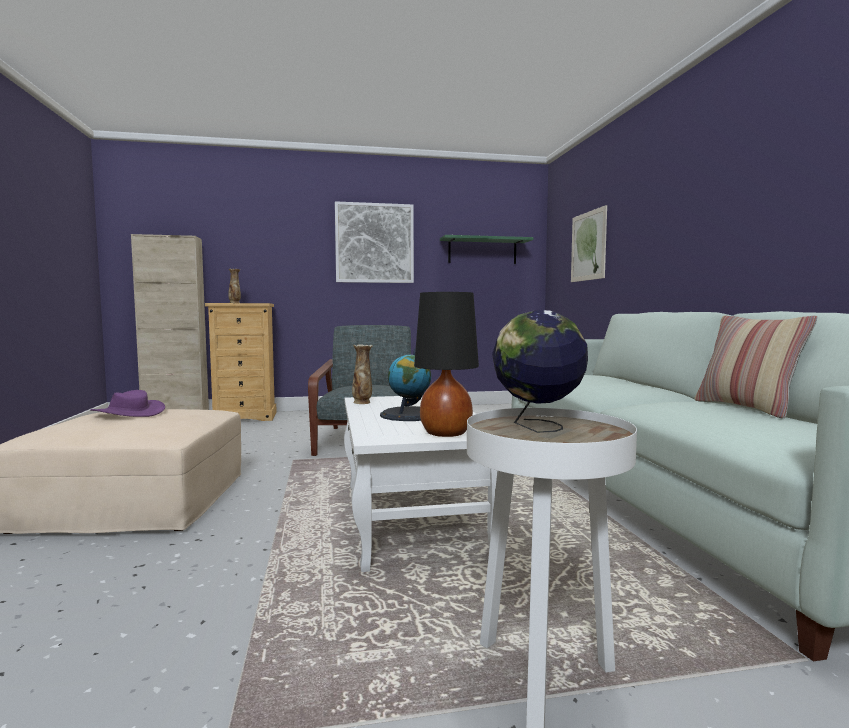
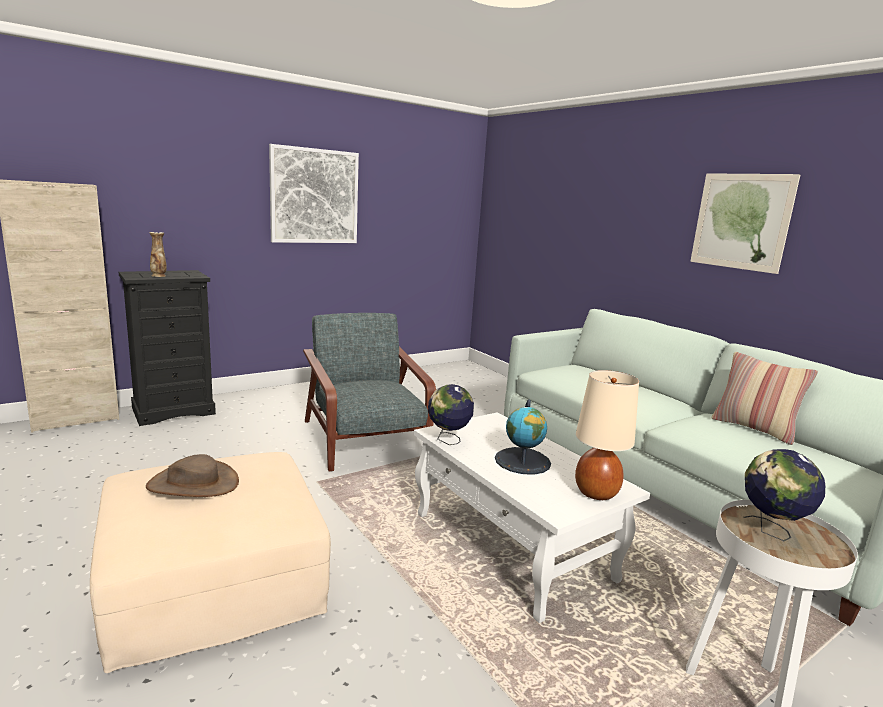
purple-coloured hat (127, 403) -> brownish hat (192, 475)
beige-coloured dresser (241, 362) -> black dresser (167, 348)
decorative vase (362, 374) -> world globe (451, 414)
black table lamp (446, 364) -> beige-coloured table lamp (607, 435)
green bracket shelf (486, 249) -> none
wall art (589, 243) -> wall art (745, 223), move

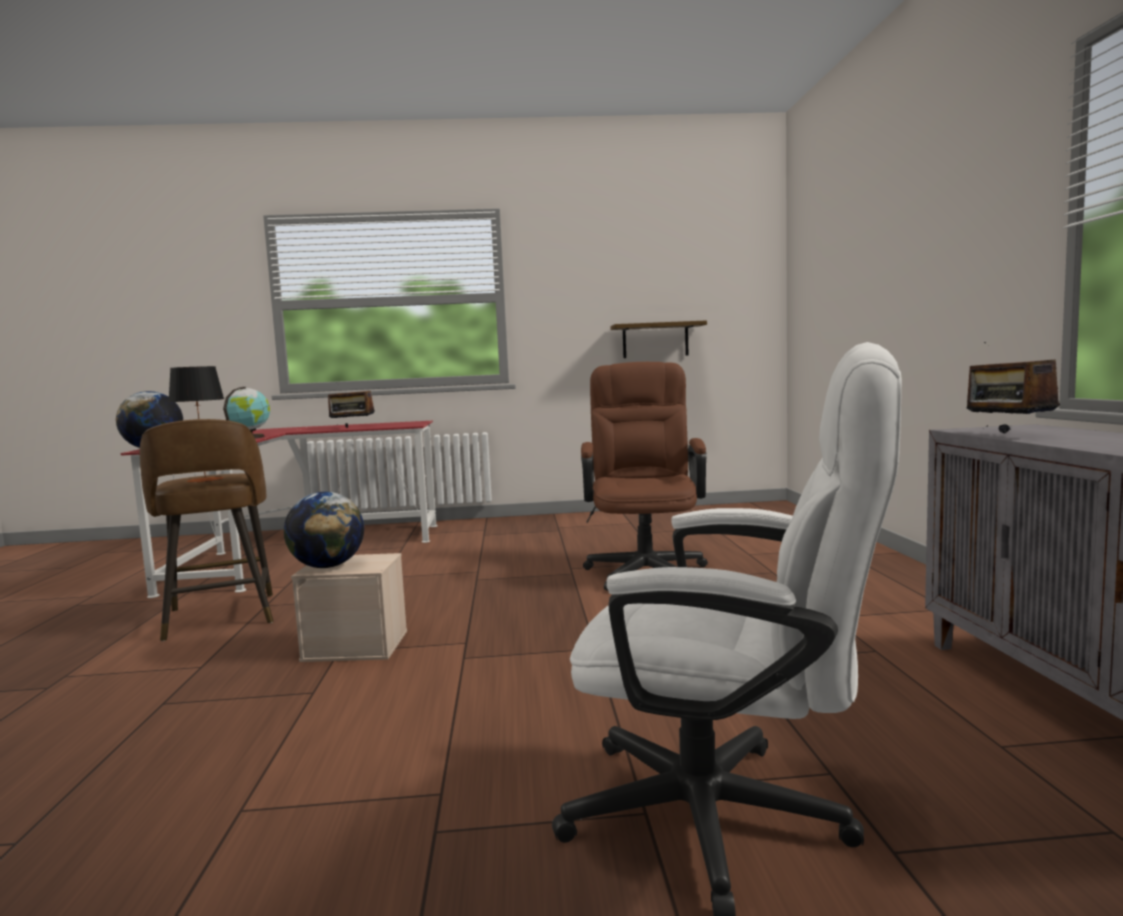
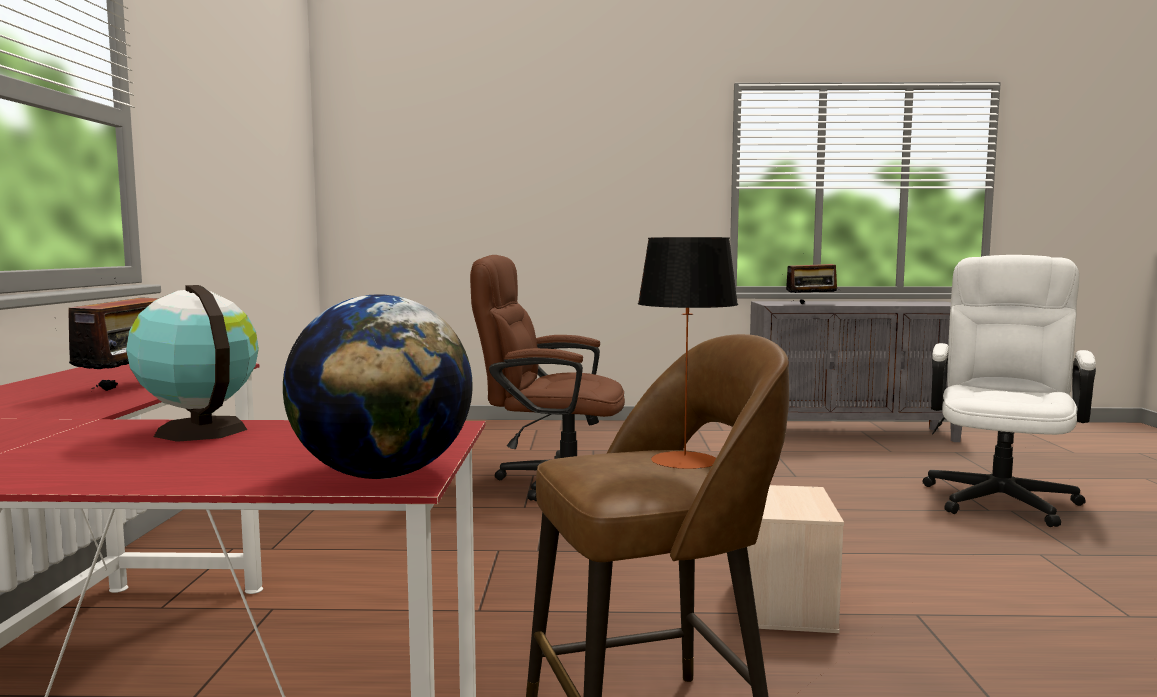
world globe (324, 530) -> none
bracket shelf (658, 339) -> none

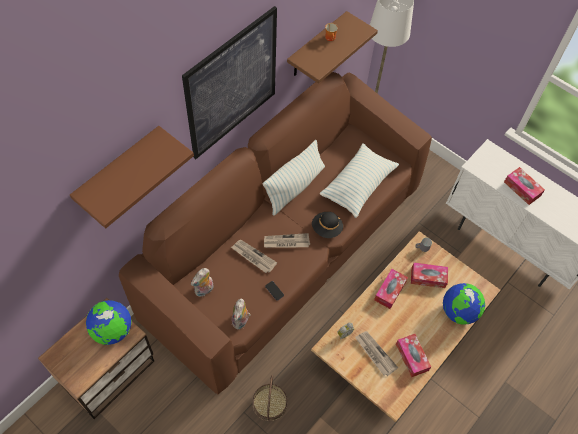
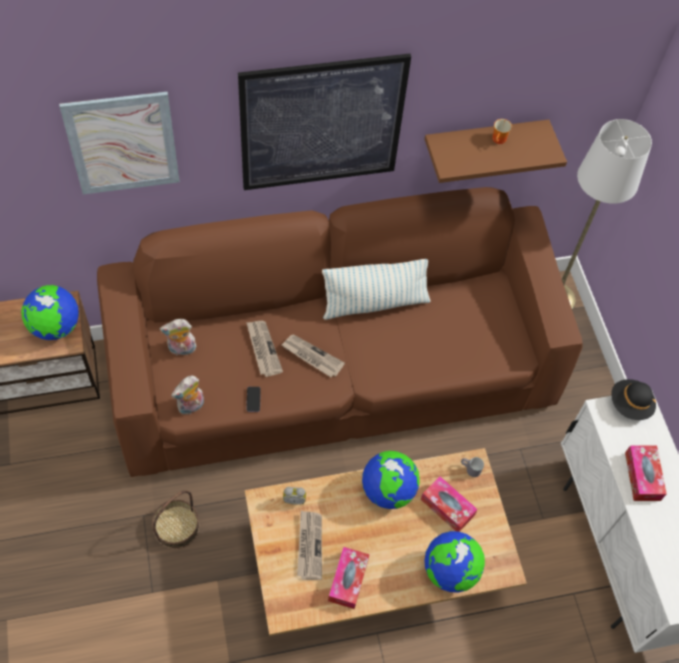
brownish bracket shelf (132, 177) -> wall art (119, 143)
black hat (327, 225) -> black hat (633, 399), move
throw pillow (359, 180) -> none
box of tissues (391, 289) -> world globe (391, 480)

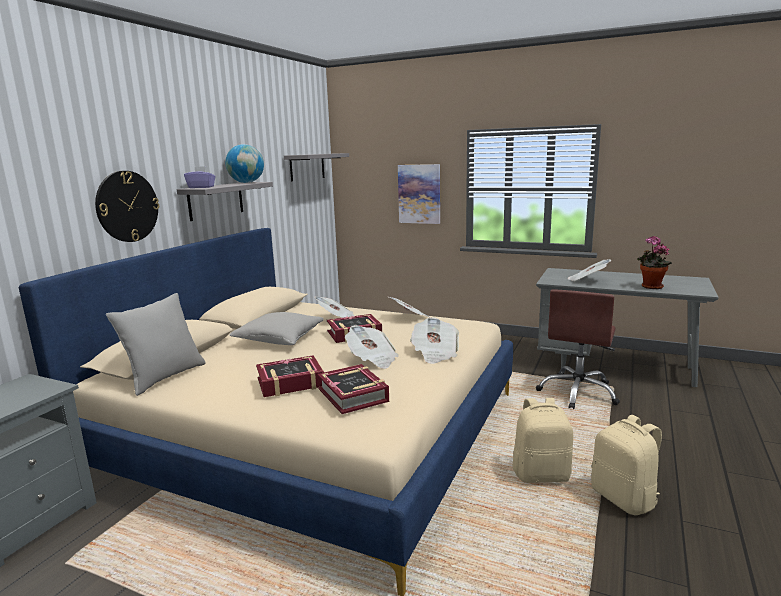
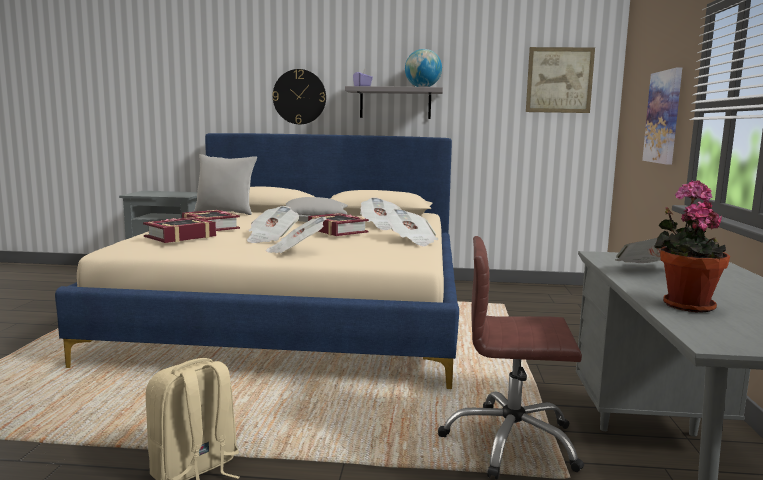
greyish bracket shelf (316, 167) -> wall art (560, 80)
beige-coloured backpack (543, 440) -> none

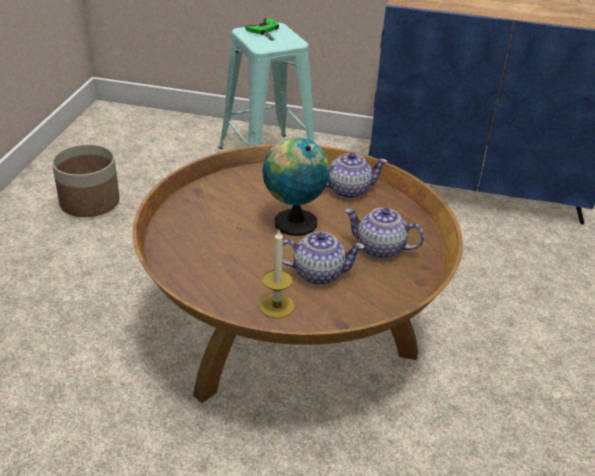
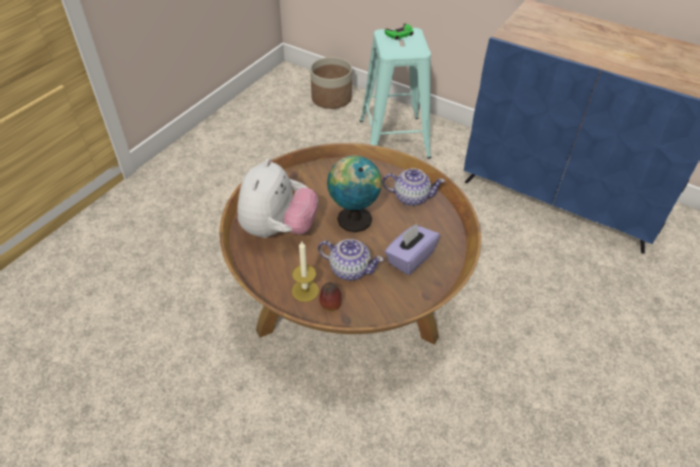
planter (86, 180) -> planter (331, 83), move
pot for tea (384, 233) -> purple-coloured box of tissues (412, 249)
none -> plush toy (277, 198)
none -> apple (330, 296)

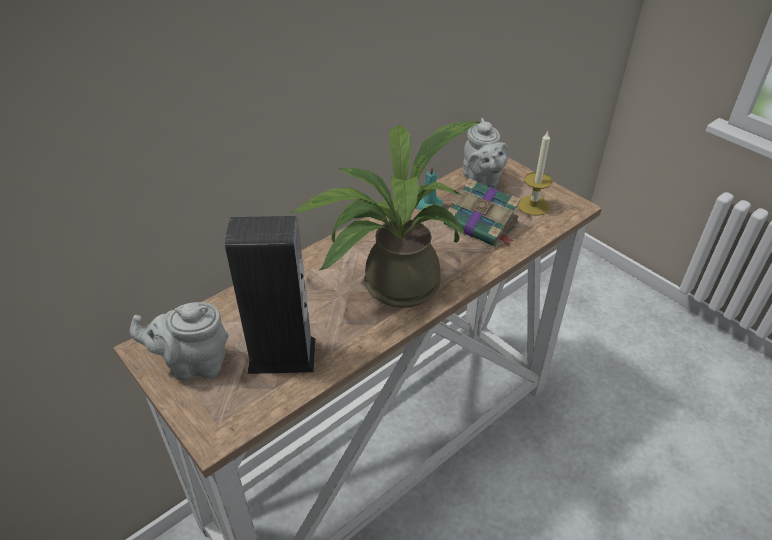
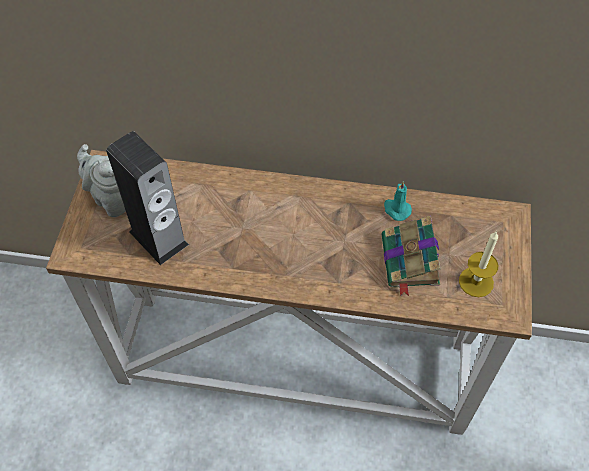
plant in a pot (386, 214) -> none
greyish pot for tea (486, 153) -> none

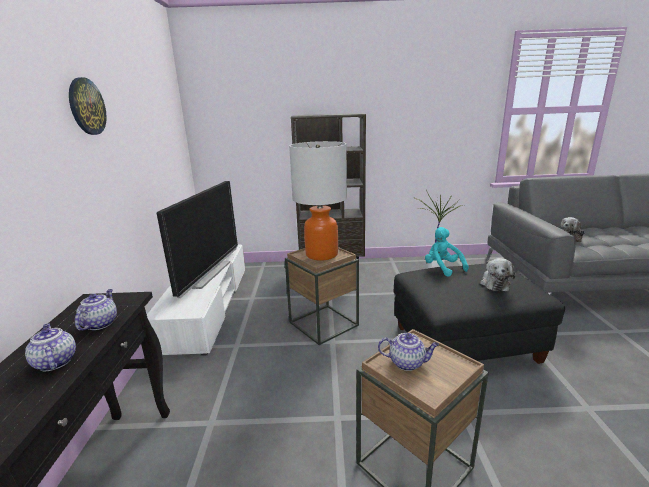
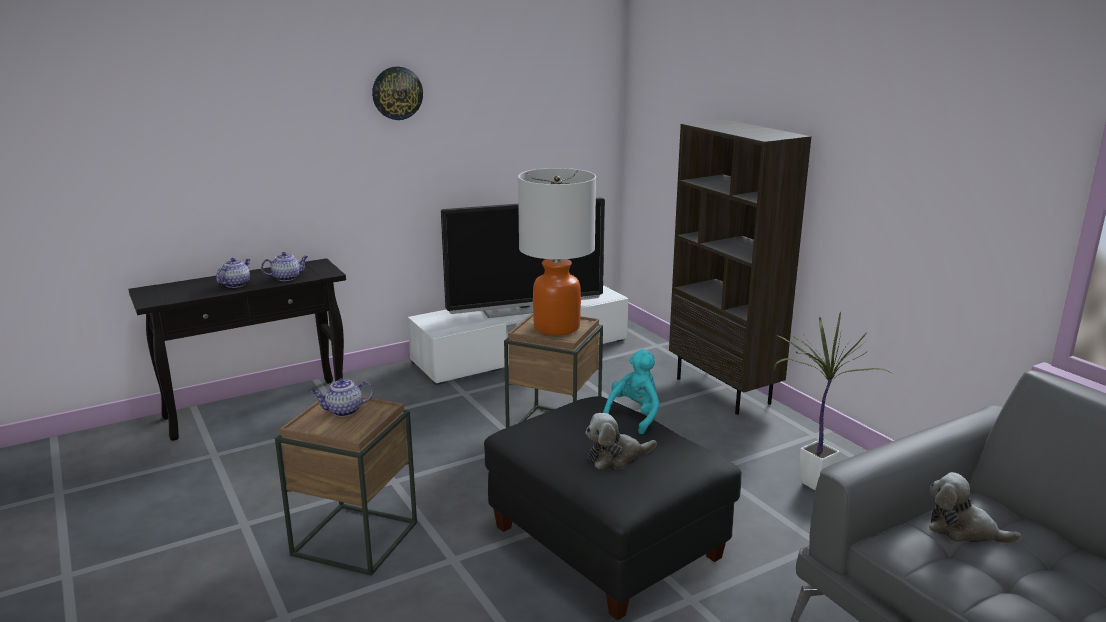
pot for tea (408, 352) -> pot for tea (343, 397), 90 degrees clockwise

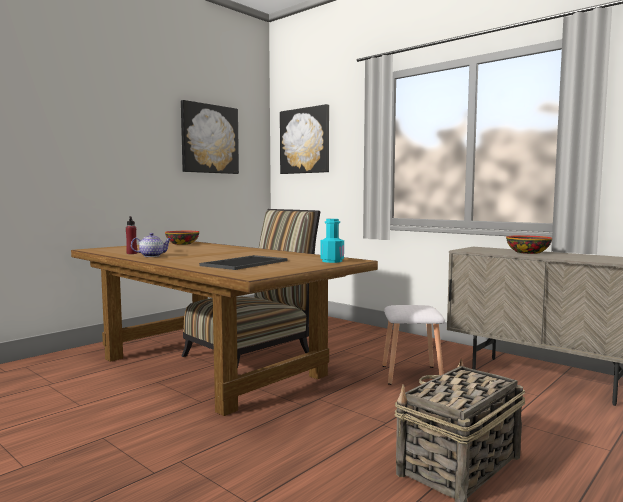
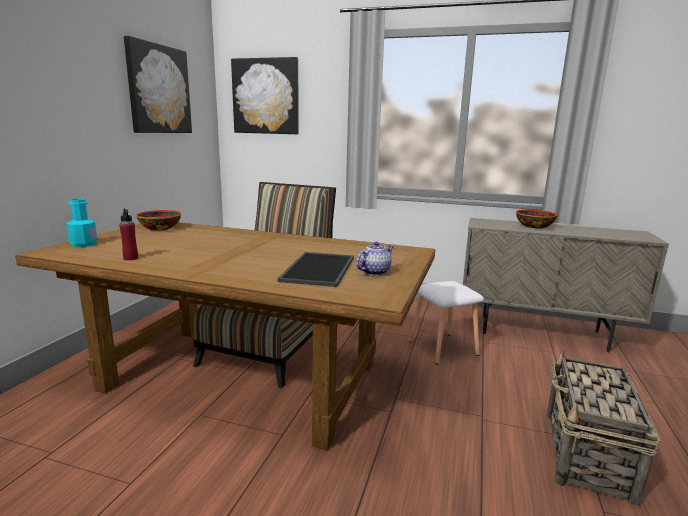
pot for tea (151, 245) -> pot for tea (375, 259), move
turquoise drink bottle (332, 241) -> turquoise drink bottle (82, 223), move

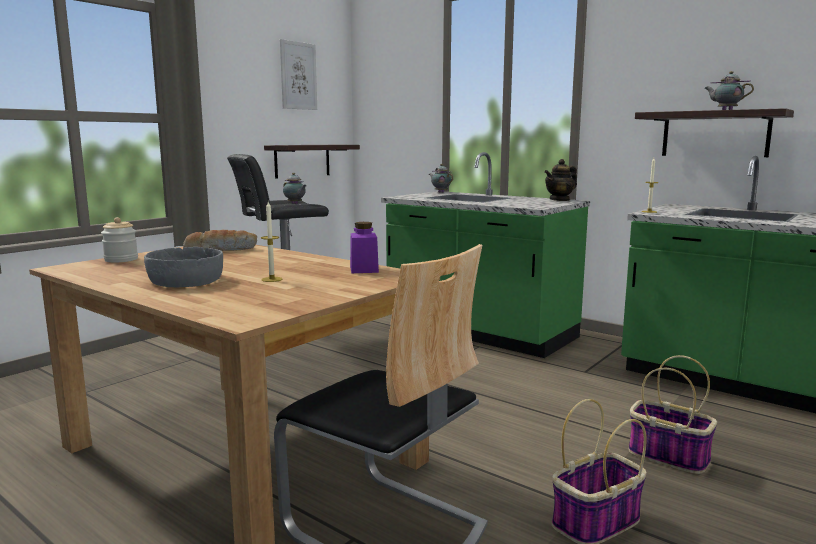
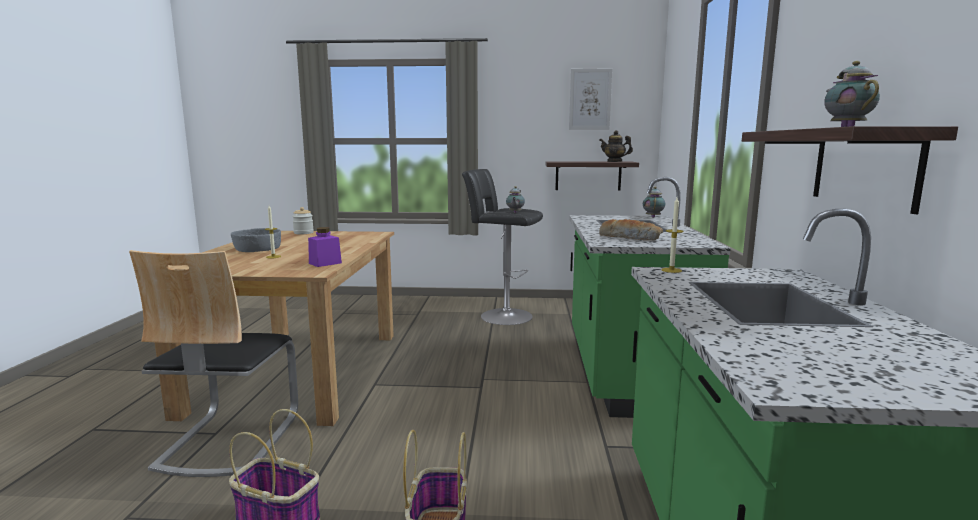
bakery bread (220, 240) -> bakery bread (631, 229), move
pot for tea (560, 180) -> pot for tea (616, 146), move

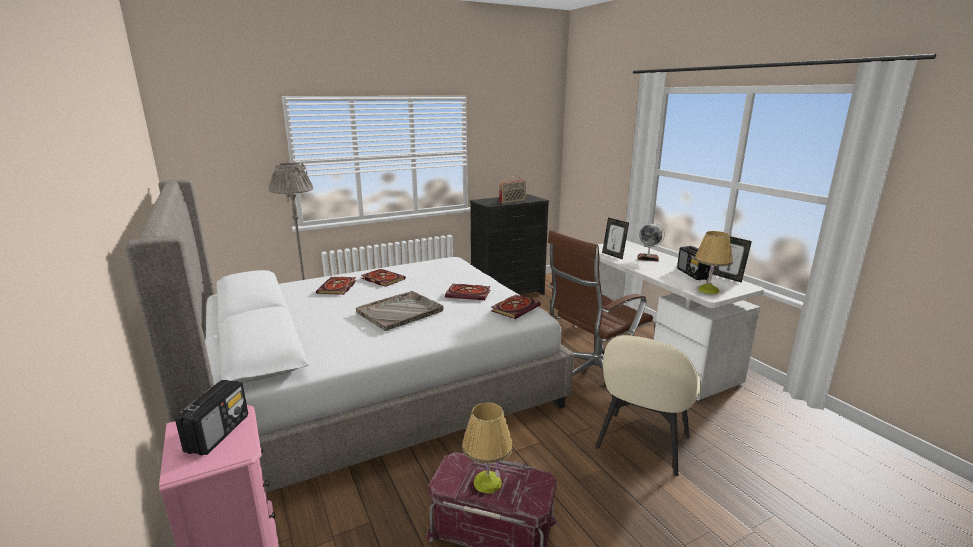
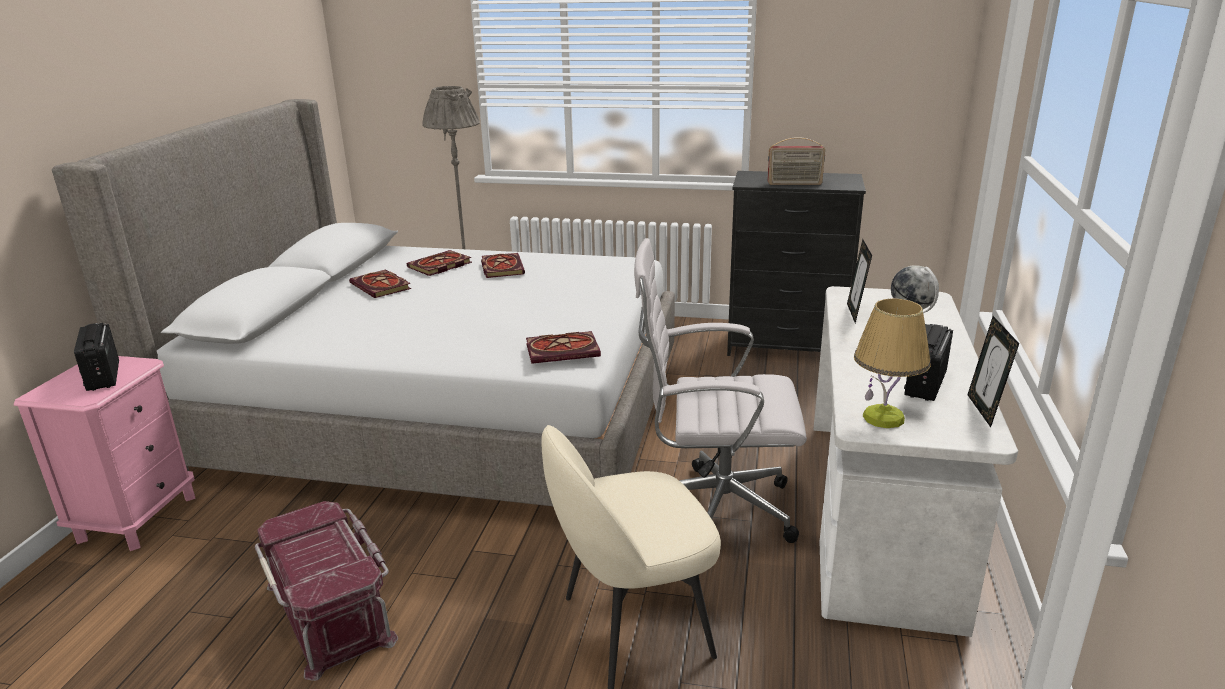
radio set (211, 417) -> radio set (96, 357), 105 degrees clockwise
greyish serving tray (399, 311) -> none
book (467, 292) -> book (380, 283), move
table lamp (487, 448) -> none
brownish office chair (600, 303) -> white-coloured office chair (720, 390)

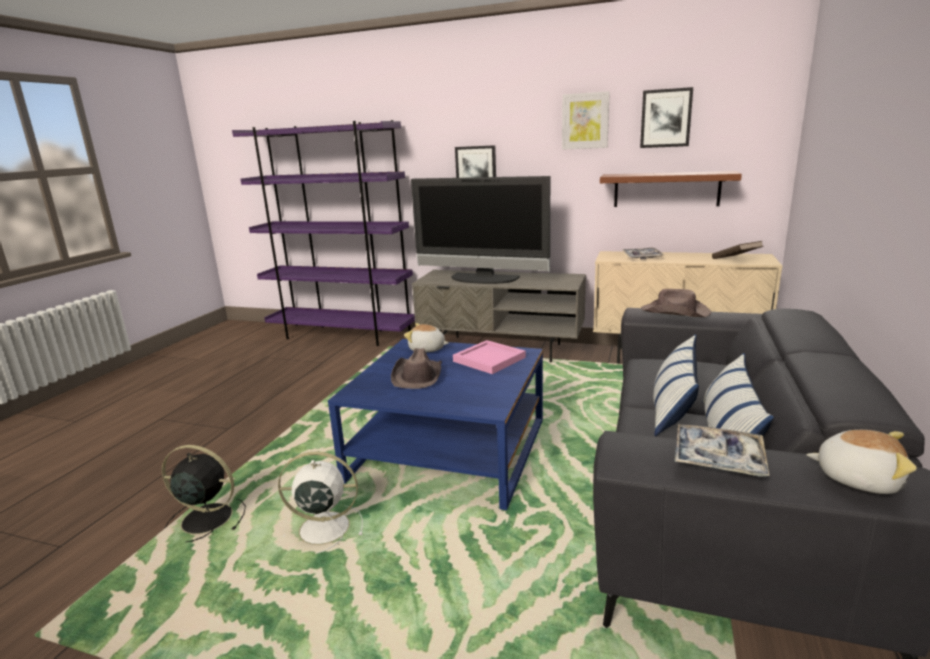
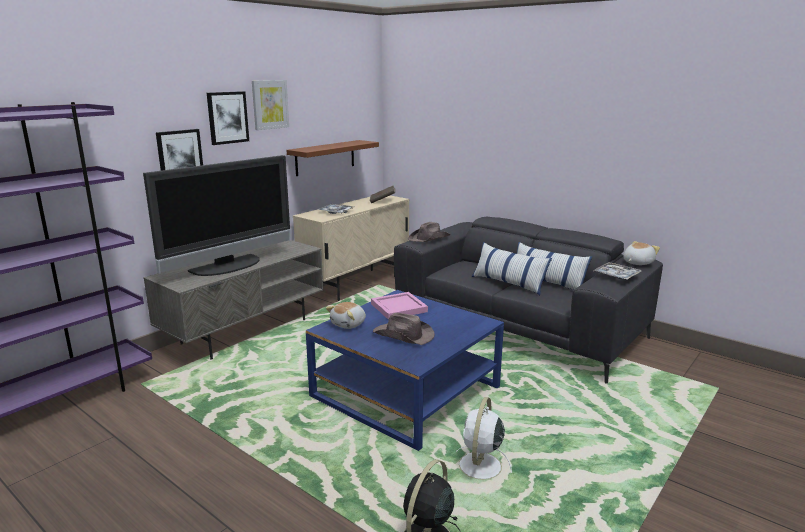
wall art (666, 117) -> wall art (228, 118), move

